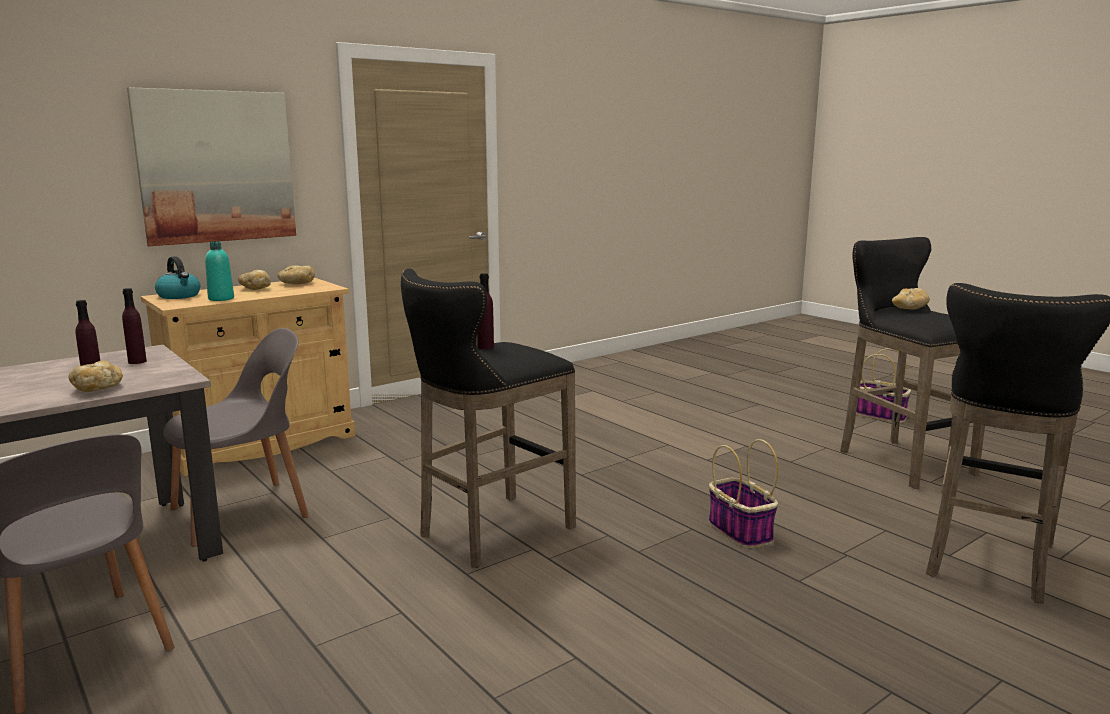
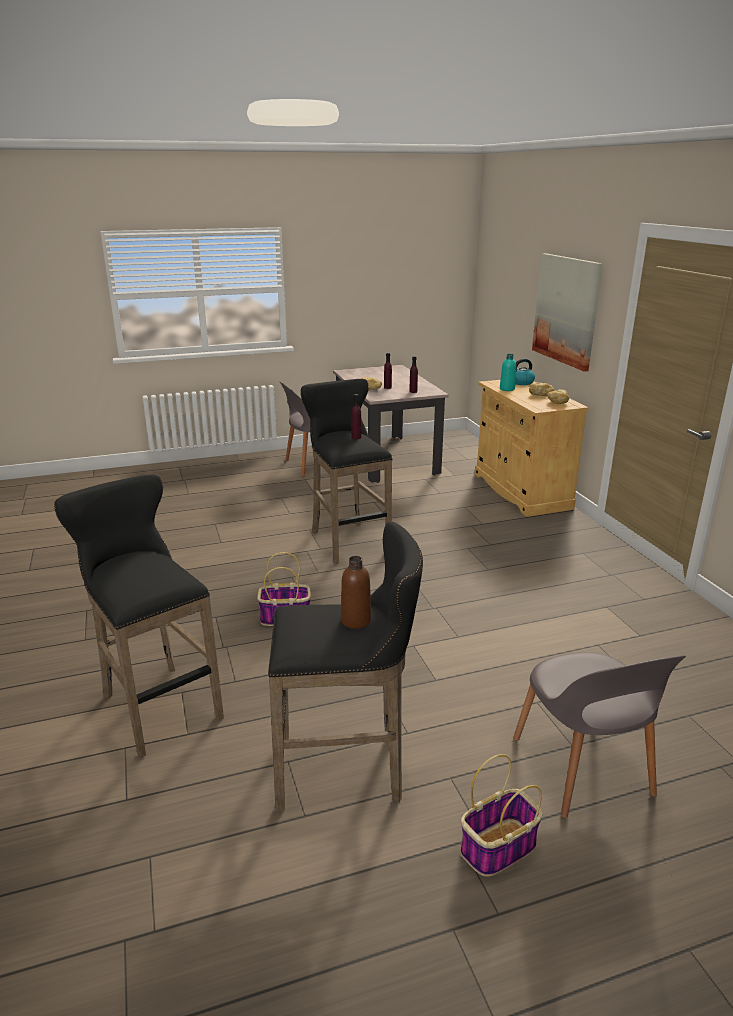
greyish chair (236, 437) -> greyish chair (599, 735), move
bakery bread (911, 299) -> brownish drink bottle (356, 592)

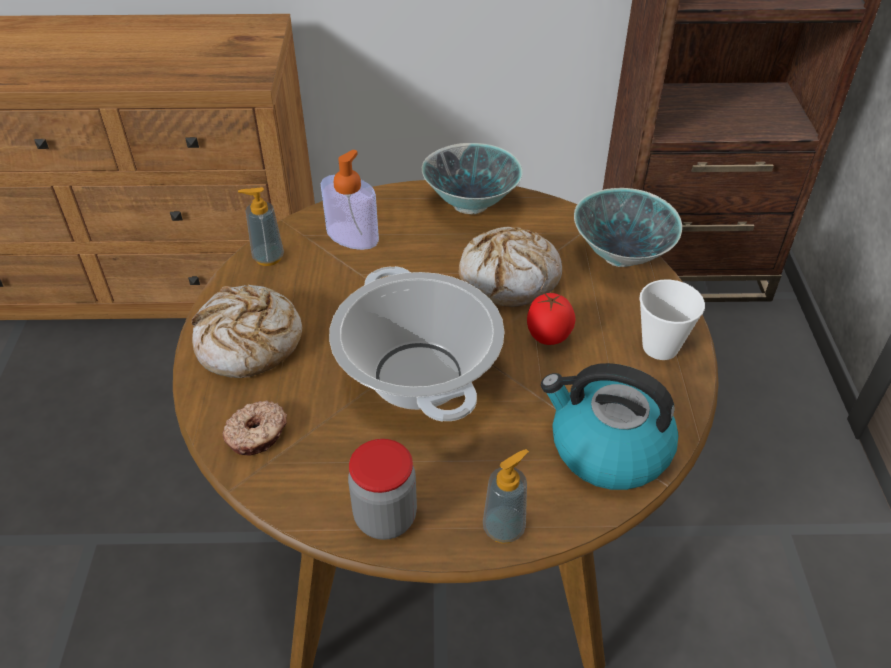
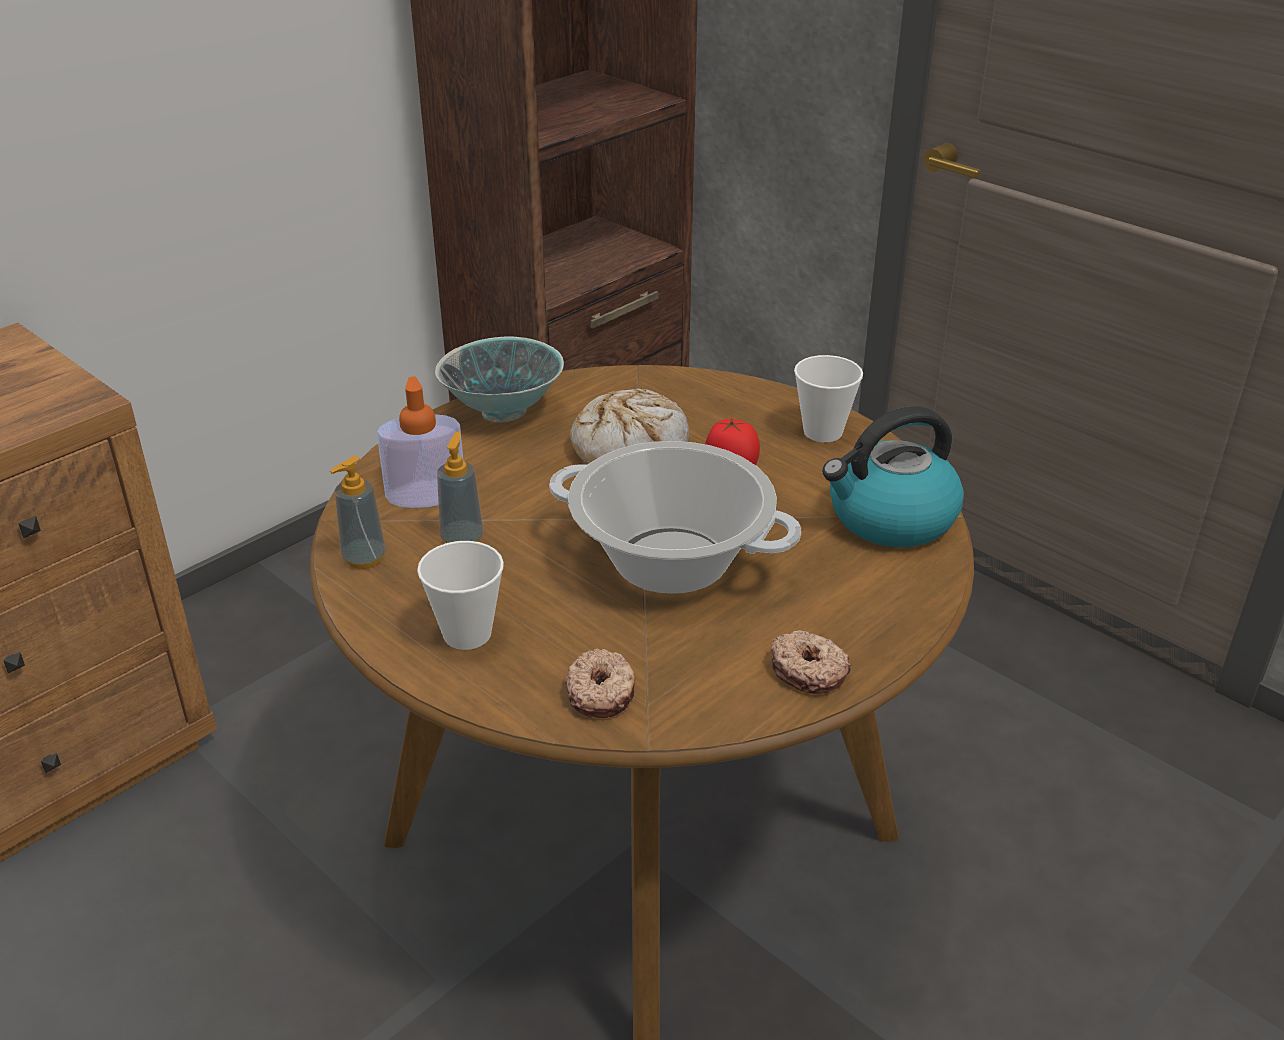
bakery bread (247, 331) -> cup (460, 595)
storage jar (382, 489) -> ring doughnut (811, 662)
liquid soap bottle (506, 496) -> liquid soap bottle (460, 487), move
deep dish (628, 227) -> none

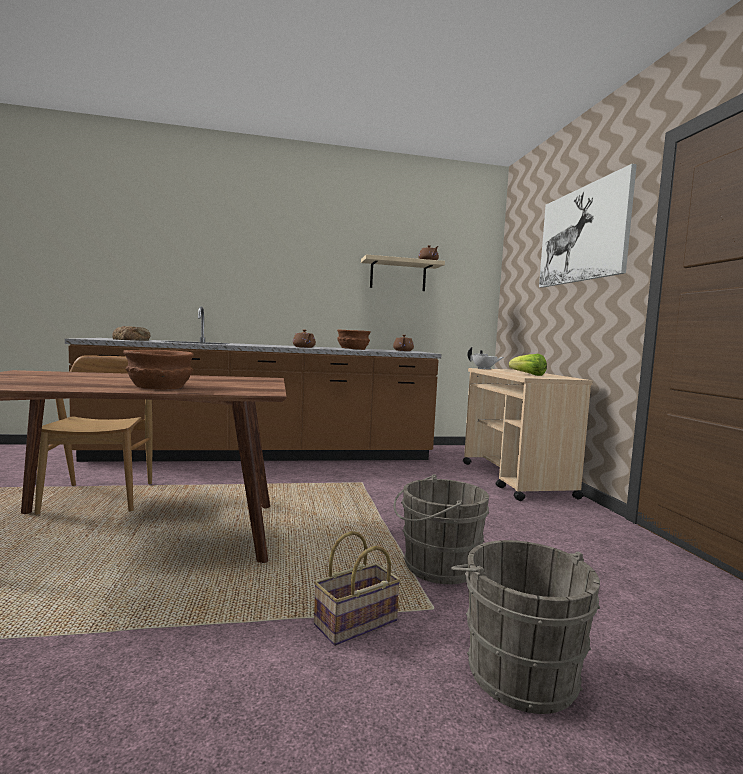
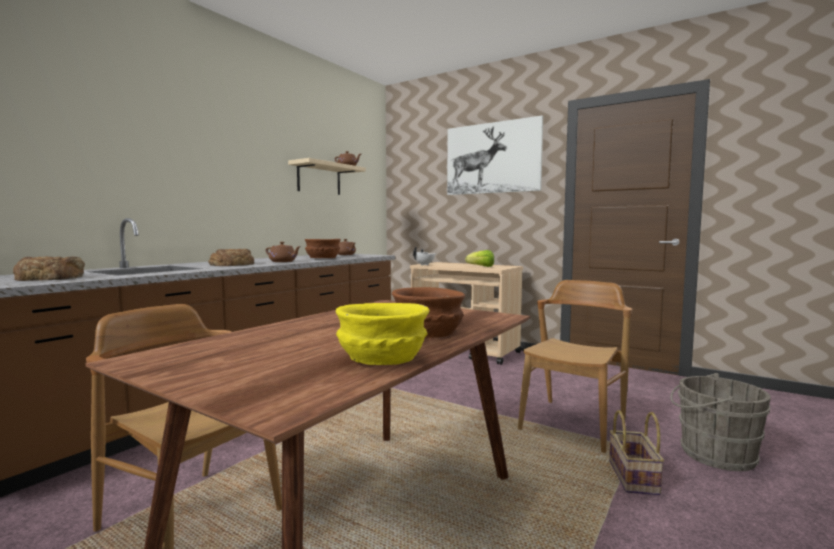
greyish bucket (441, 529) -> brownish chair (575, 366)
none -> bakery bread (231, 257)
none -> yellow-coloured deep dish (382, 334)

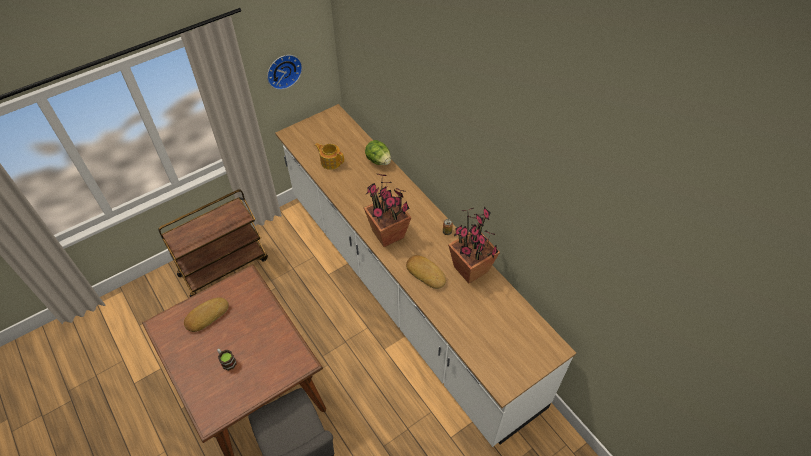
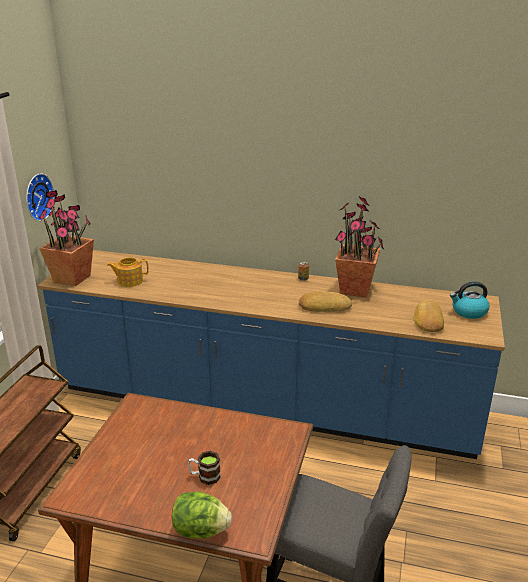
bakery bread (206, 314) -> bakery bread (429, 316), move
white-coloured kitchen counter (425, 275) -> bluish kitchen counter (271, 354)
plant in a pot (388, 210) -> plant in a pot (66, 238), move
head of lettuce (378, 152) -> head of lettuce (202, 515), move
none -> kettle (469, 300)

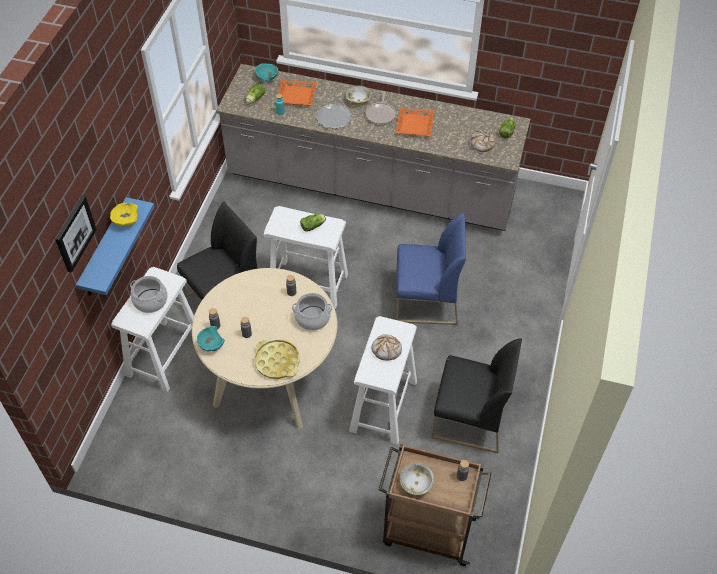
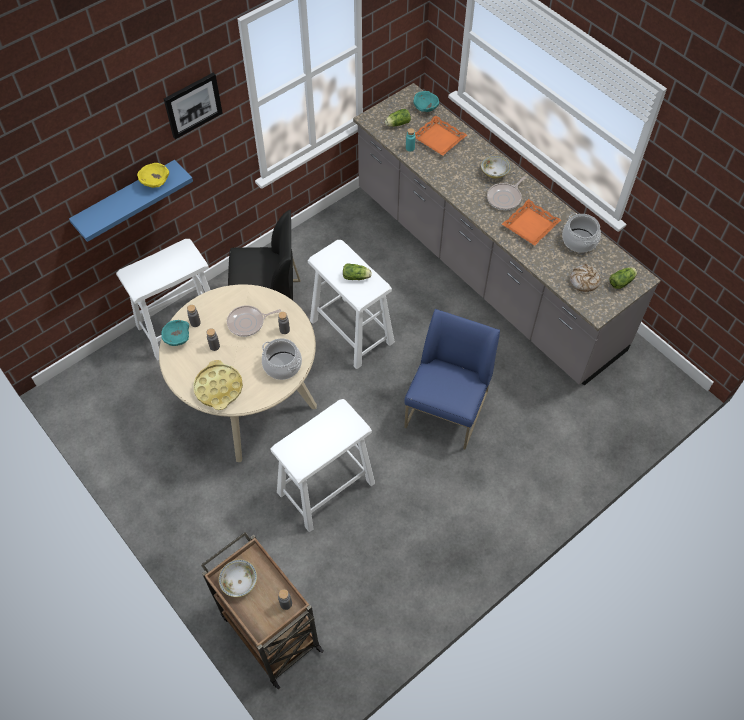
wall art (76, 234) -> wall art (193, 106), move
saucepot (149, 294) -> saucepot (581, 233), move
flat dish (334, 116) -> none
bakery bread (386, 347) -> none
bluish chair (431, 269) -> bluish chair (452, 379), 105 degrees counterclockwise
black chair (477, 395) -> none
none -> frying pan (254, 321)

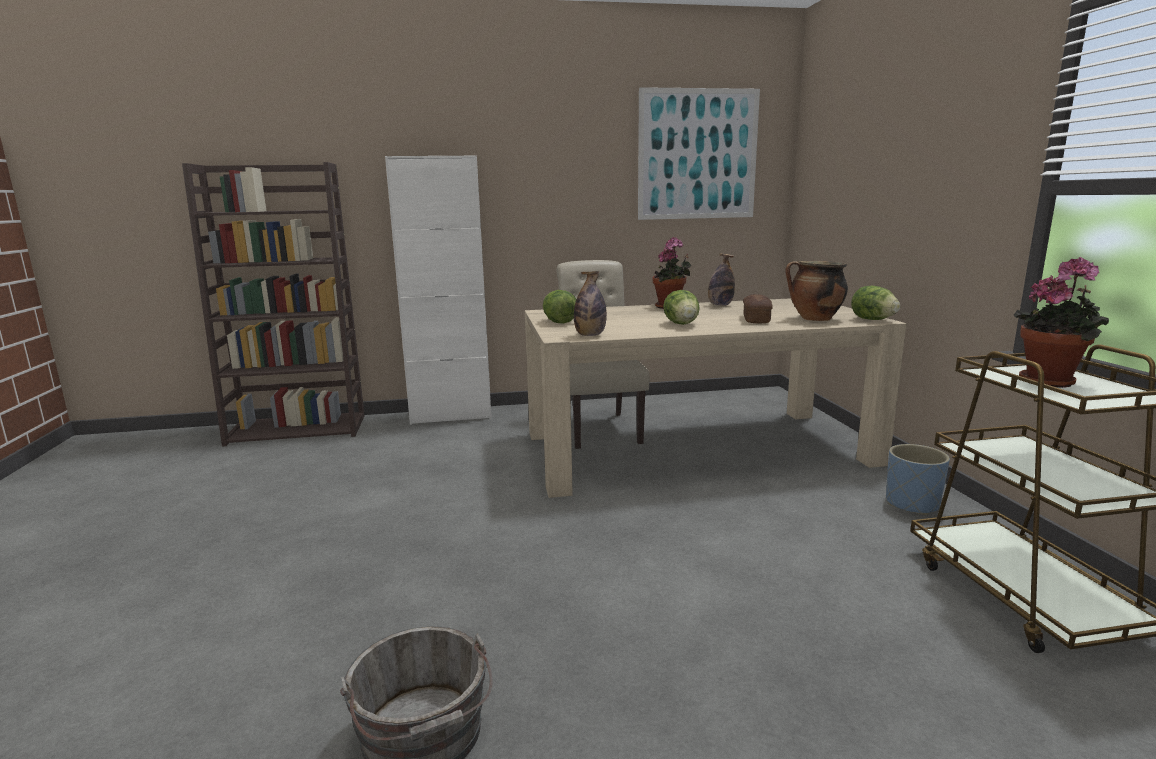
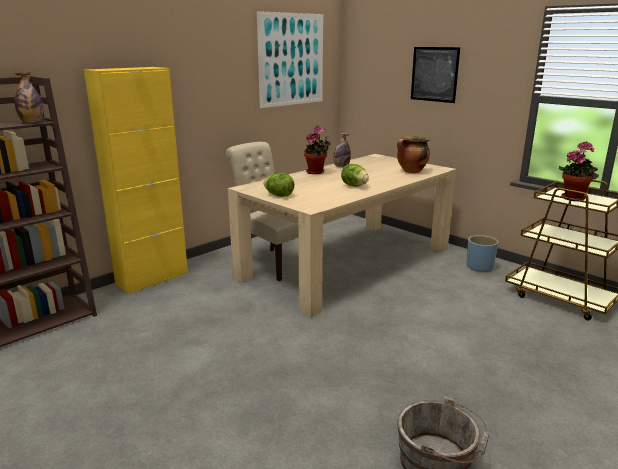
white-coloured cupboard (438, 290) -> yellow-coloured cupboard (136, 180)
drink bottle (590, 303) -> drink bottle (29, 97), move
bakery bread (758, 308) -> none
head of lettuce (875, 303) -> none
none -> wall art (435, 75)

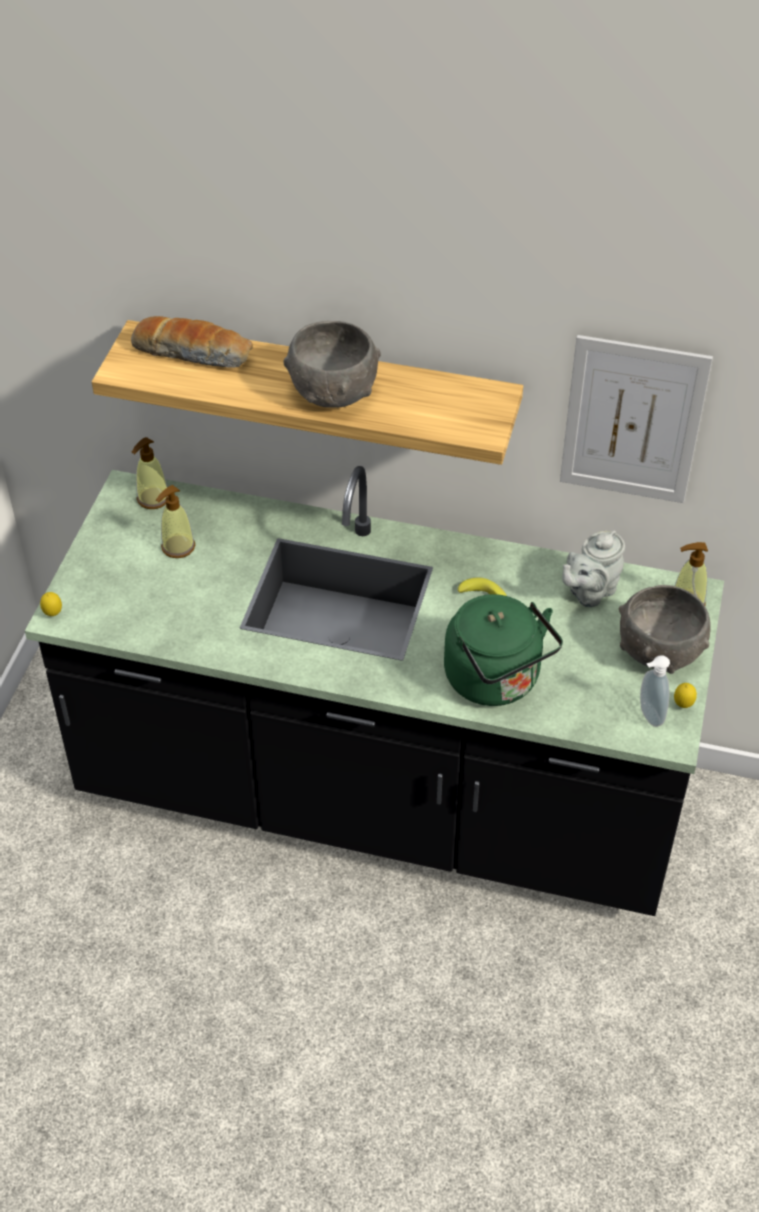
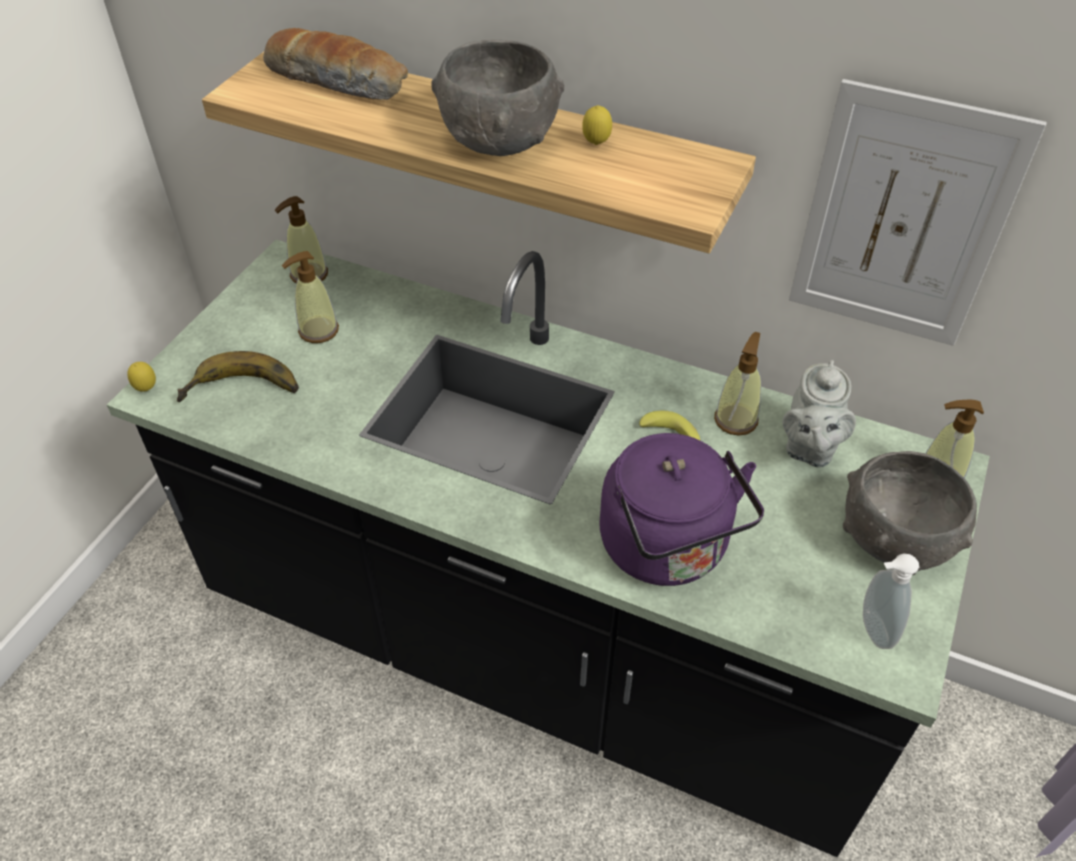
green kettle (503, 650) -> purple-coloured kettle (682, 509)
greyish pot for tea (593, 569) -> greyish pot for tea (819, 414), 45 degrees counterclockwise
whole lemon (685, 695) -> whole lemon (597, 125), move
none -> banana (238, 376)
none -> liquid soap bottle (737, 384)

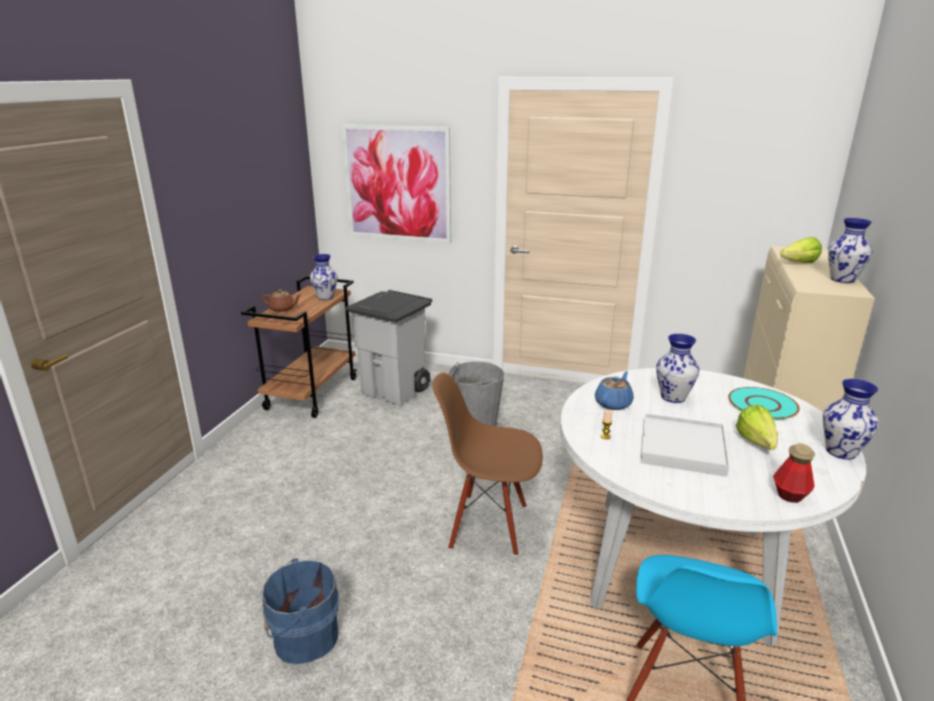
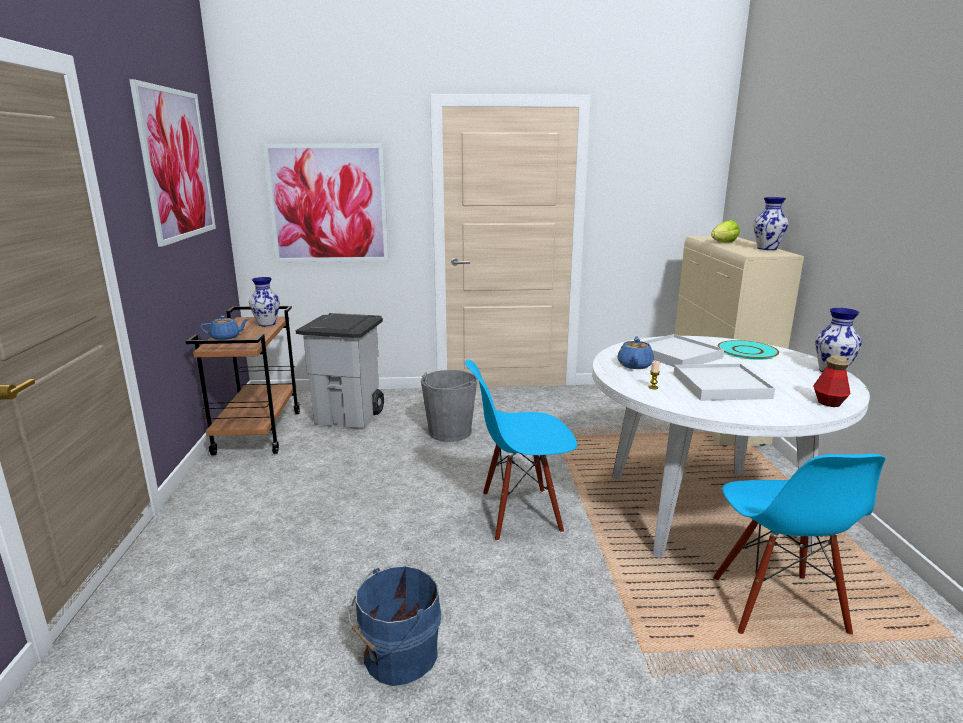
brownish pot for tea (281, 300) -> bluish pot for tea (224, 328)
brownish chair (488, 464) -> bluish chair (521, 450)
decorative vase (678, 368) -> white-coloured serving tray (683, 350)
head of lettuce (757, 427) -> none
none -> wall art (172, 163)

